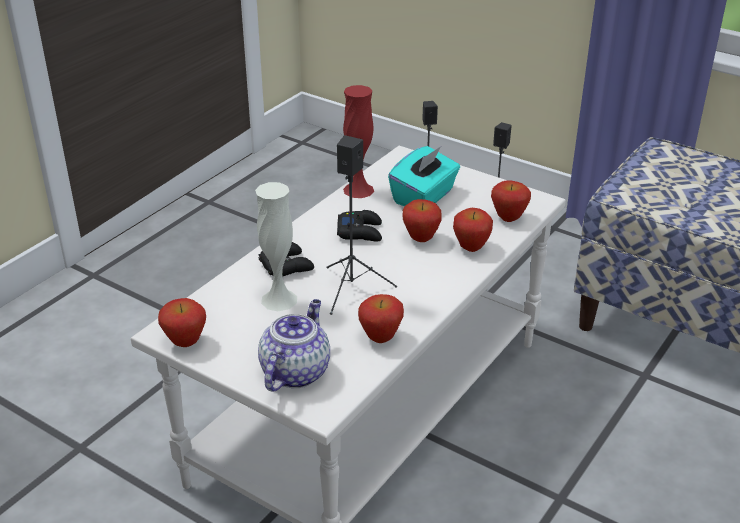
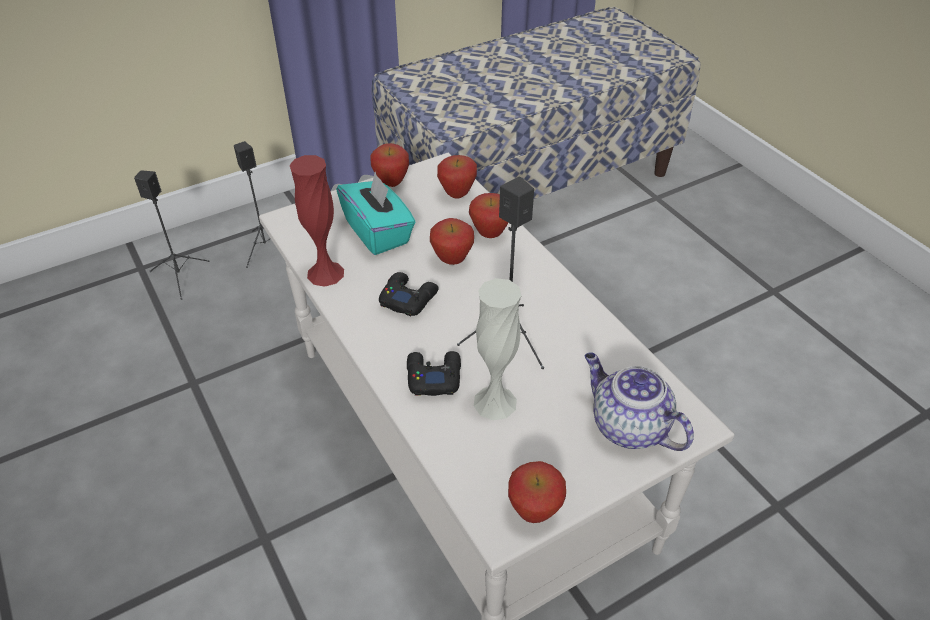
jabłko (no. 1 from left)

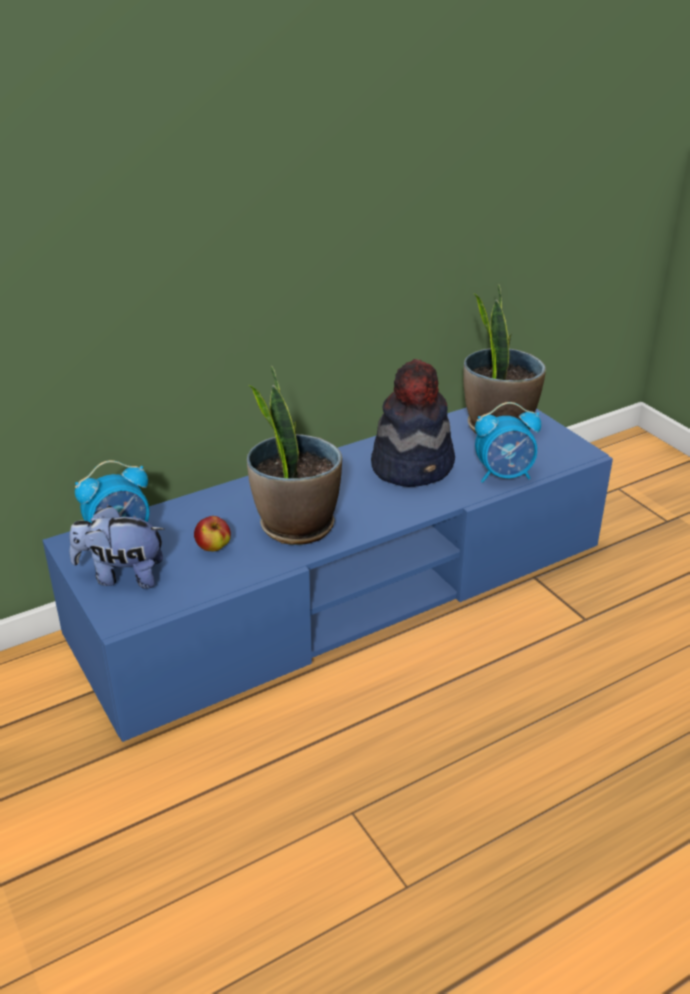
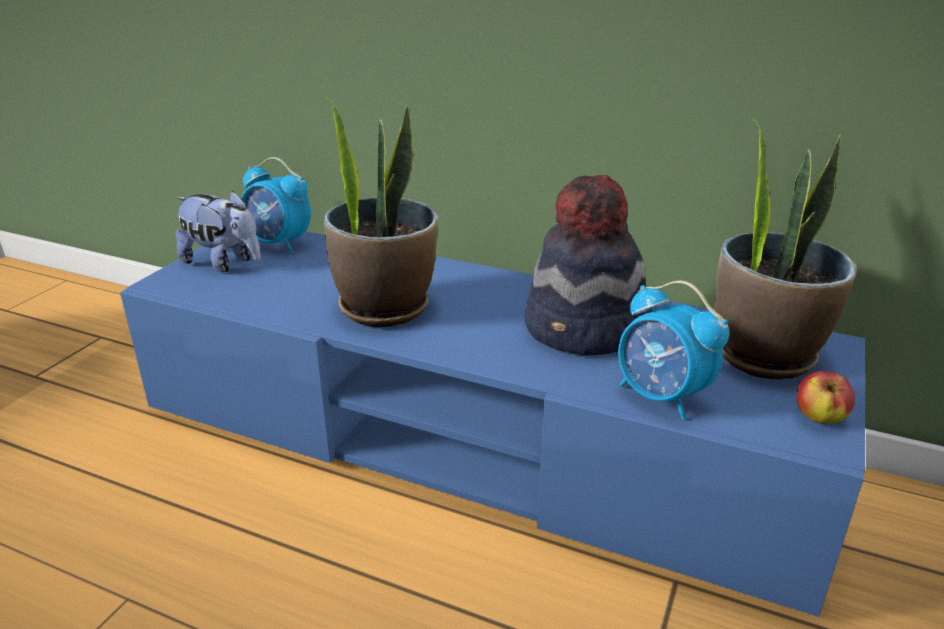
pluszak; jabłko

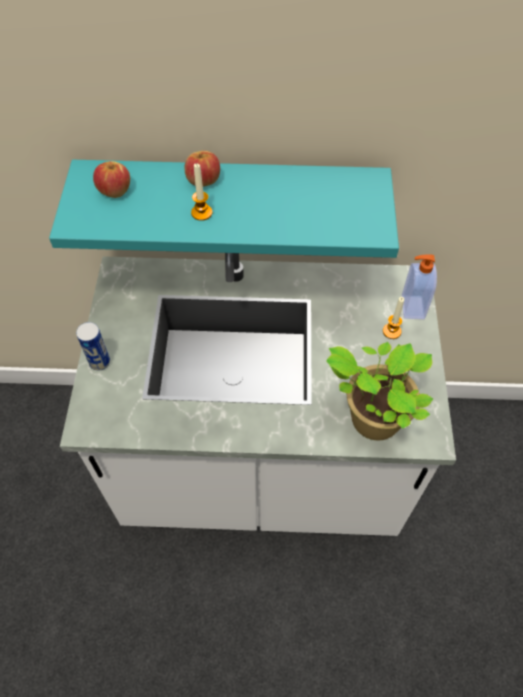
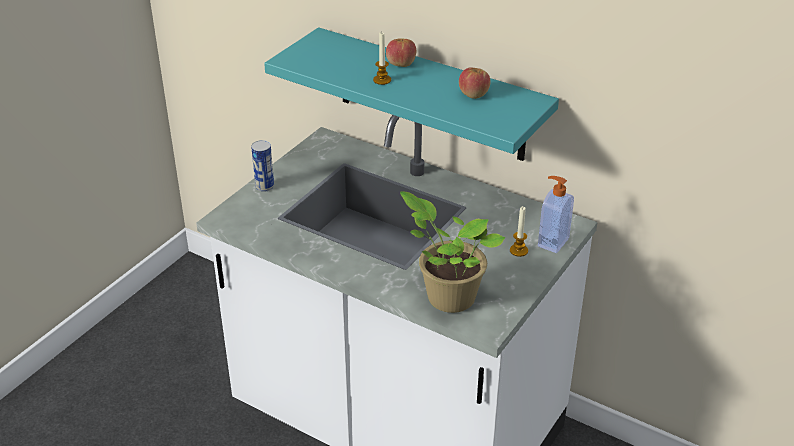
jabłko (no. 2 from left)

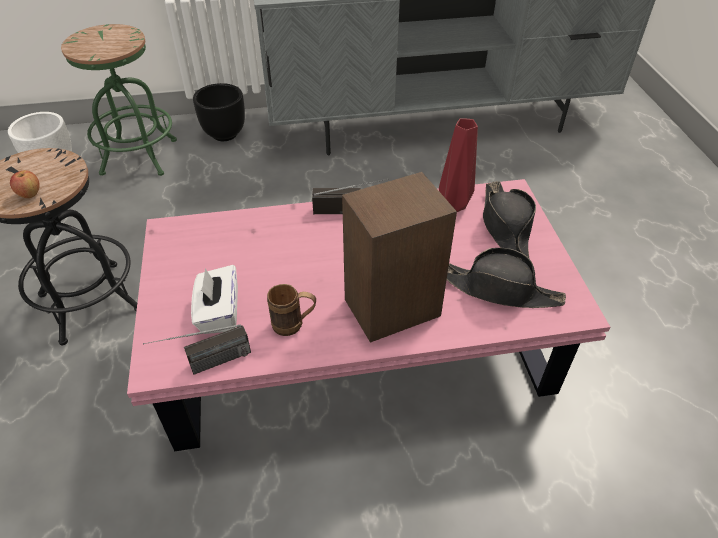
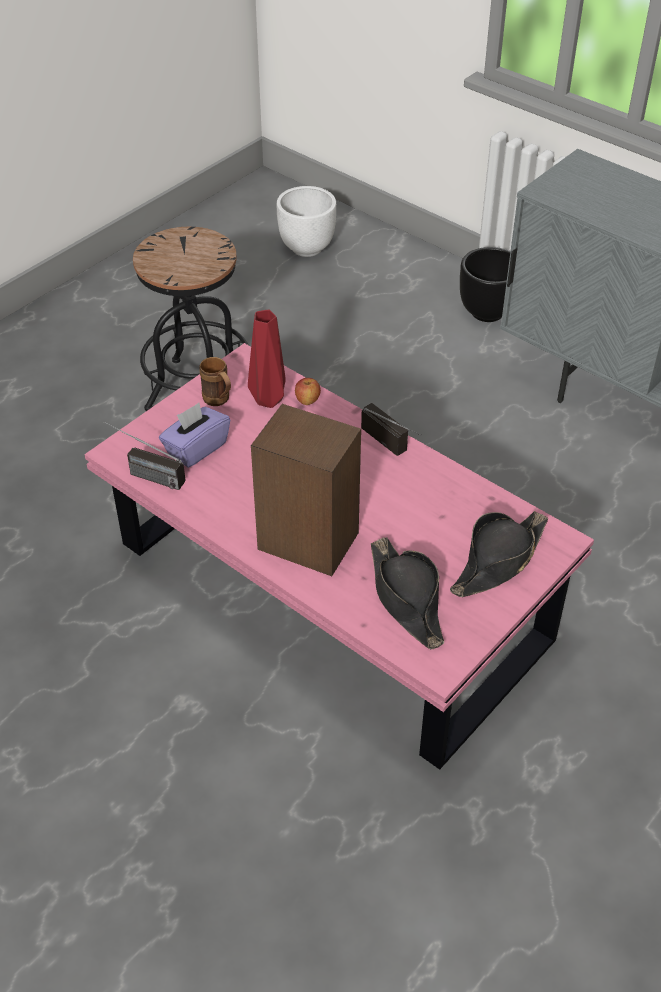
jabłko; stołek [zielony]; pudełko chusteczek [fioletowy]; kubek [brązowy]; wazon [czerwony]

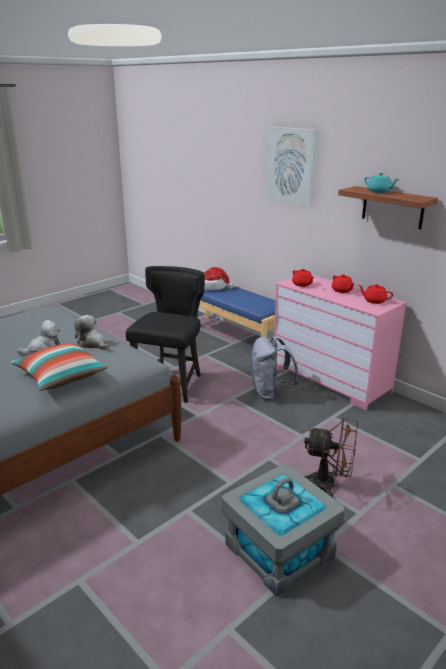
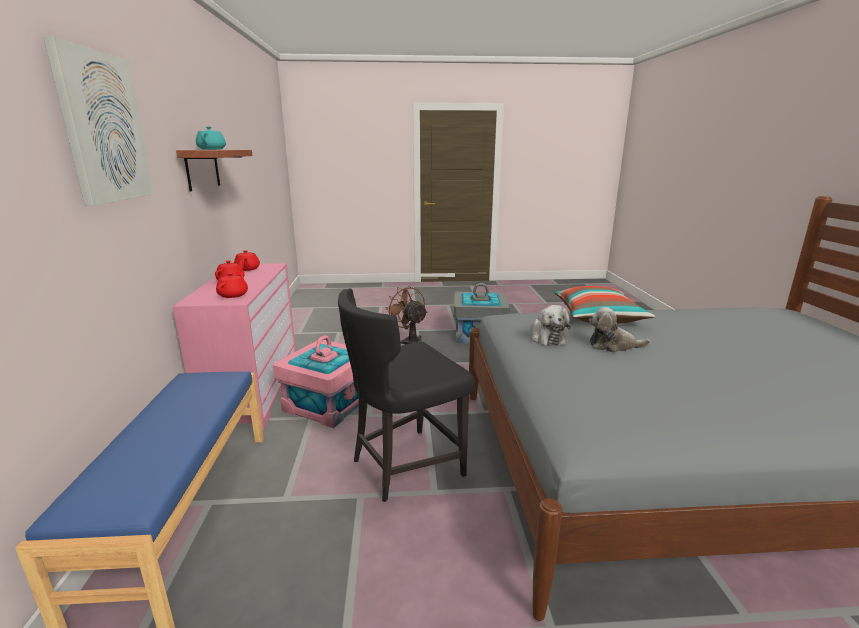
kapelusz; pojemnik do przechowywania [różowy]

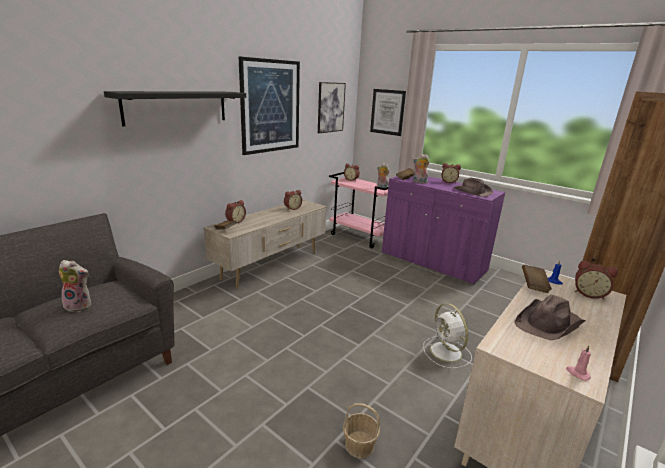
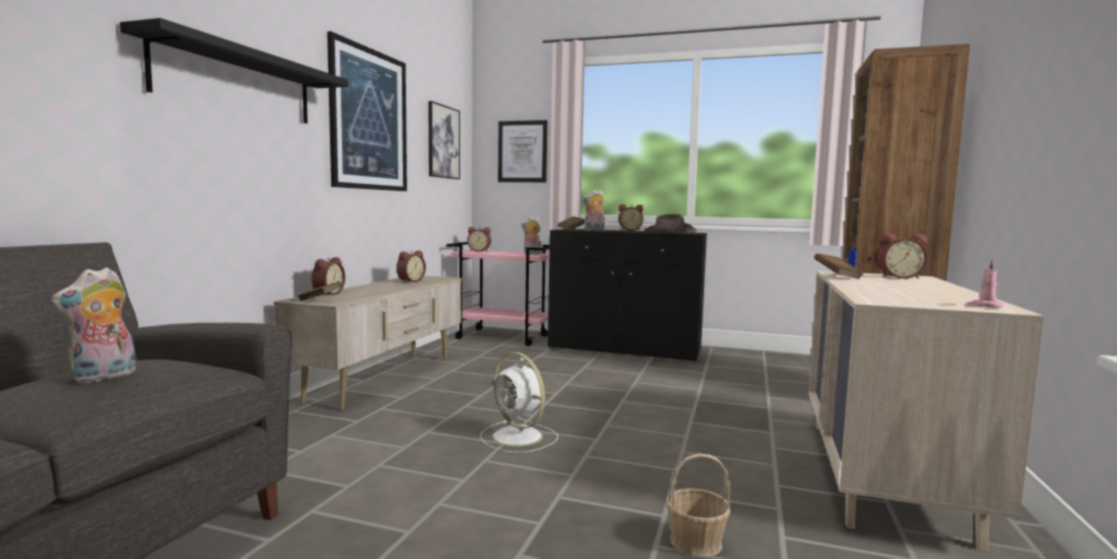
pluszak (no. 1 from left); szafka [czarny]; wentylator [biały]; kapelusz [brązowy] (no. 2 from left in the first image)

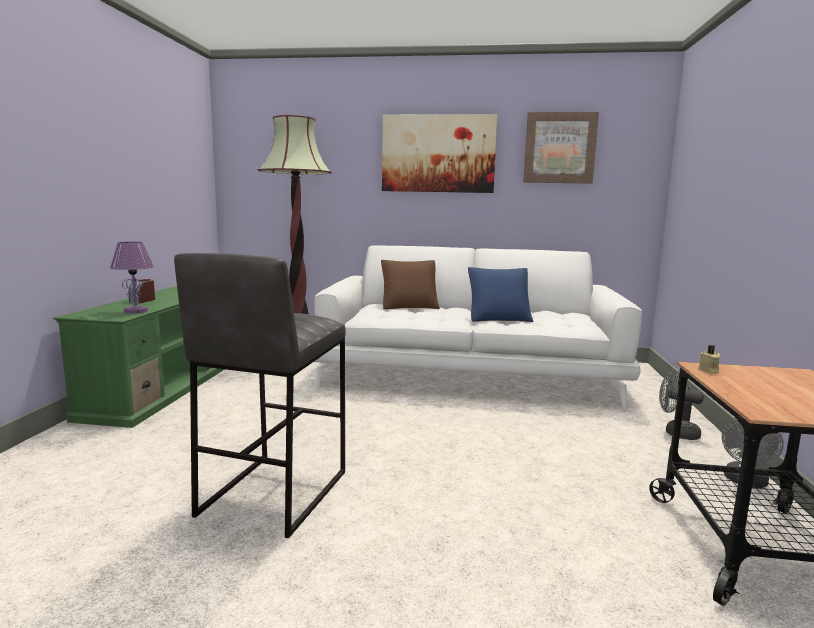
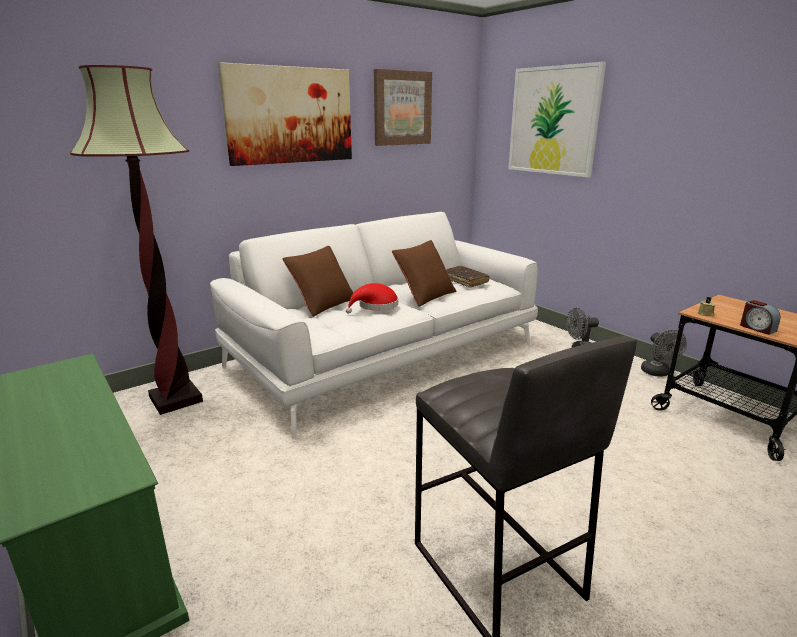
lampa stołowa [fioletowy]; budzik; poduszka [brązowy] (no. 2 from left); kapelusz [czerwony]; książka [brązowy]; obraz (no. 3 from left)

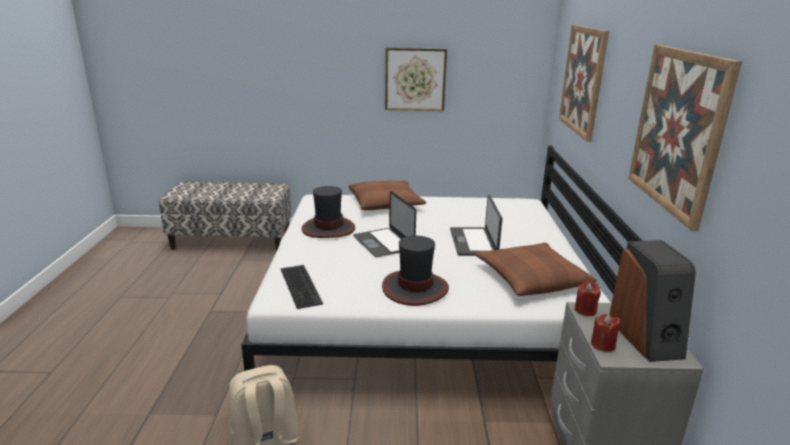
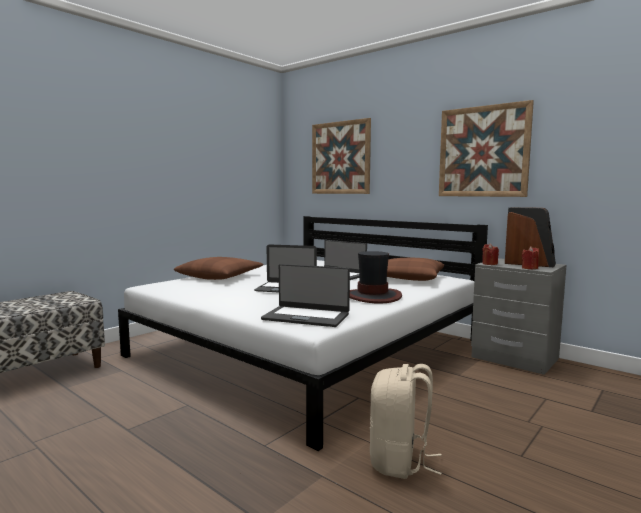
laptop (no. 2 from left); kapelusz (no. 1 from left in the first image); obraz (no. 1 from left in the first image)

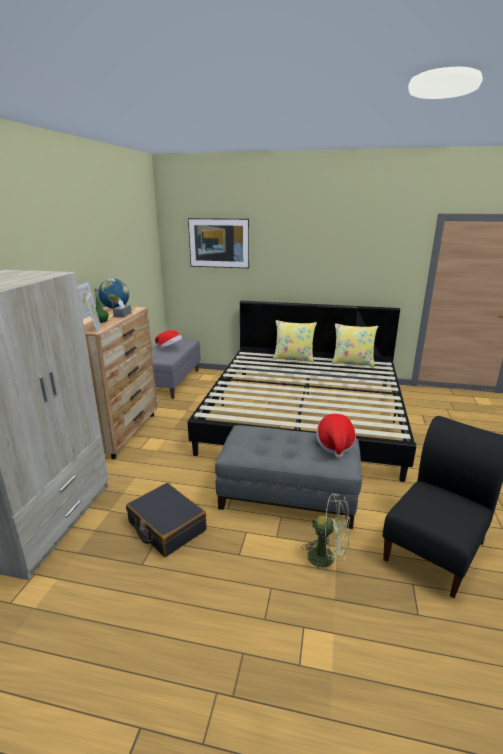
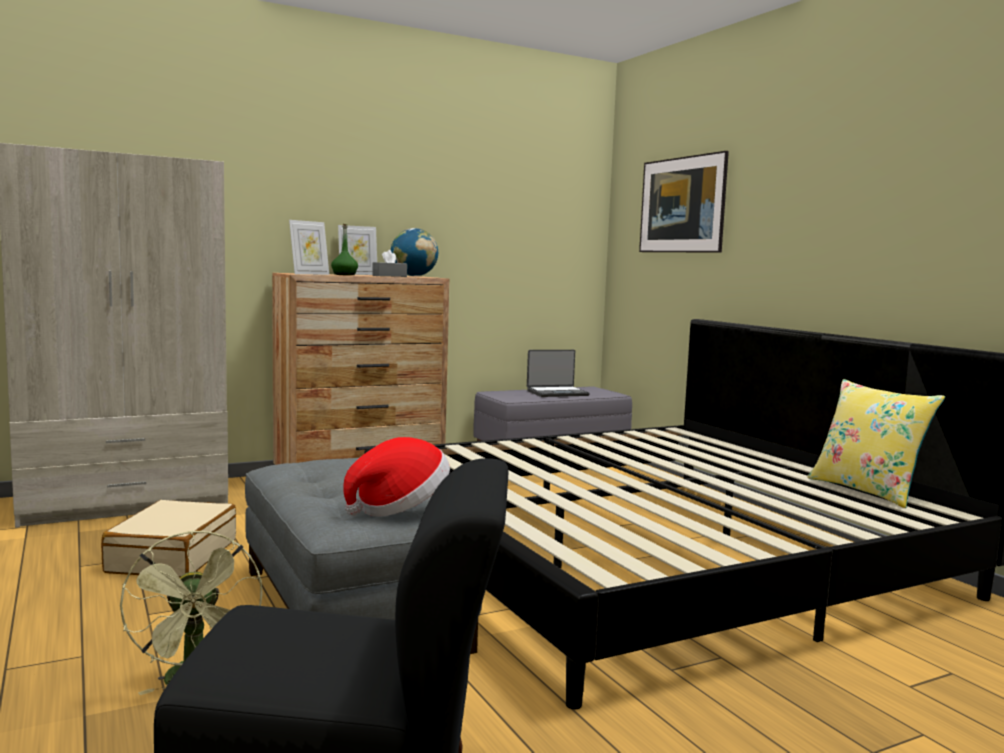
walizka [beżowy]; laptop; poduszka [żółty] (no. 1 from left in the first image)

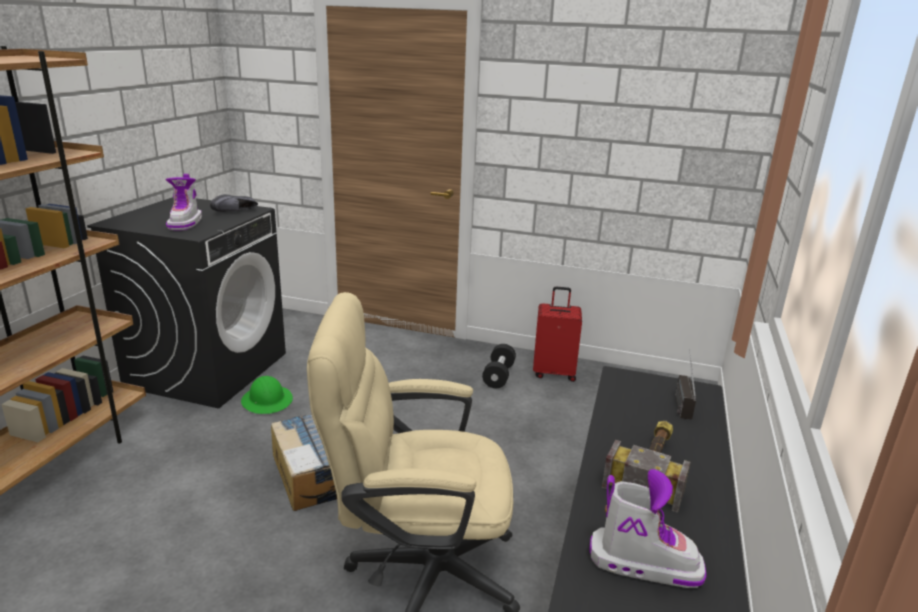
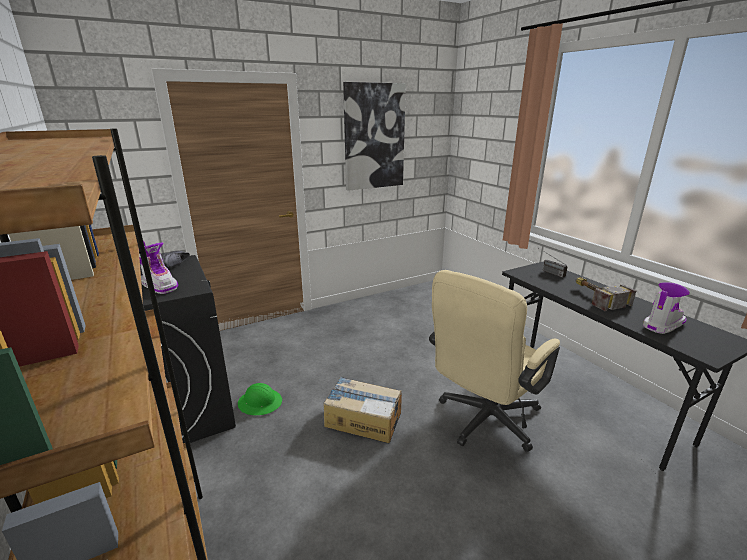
hantel [czarny]; walizka [czerwony]; obraz

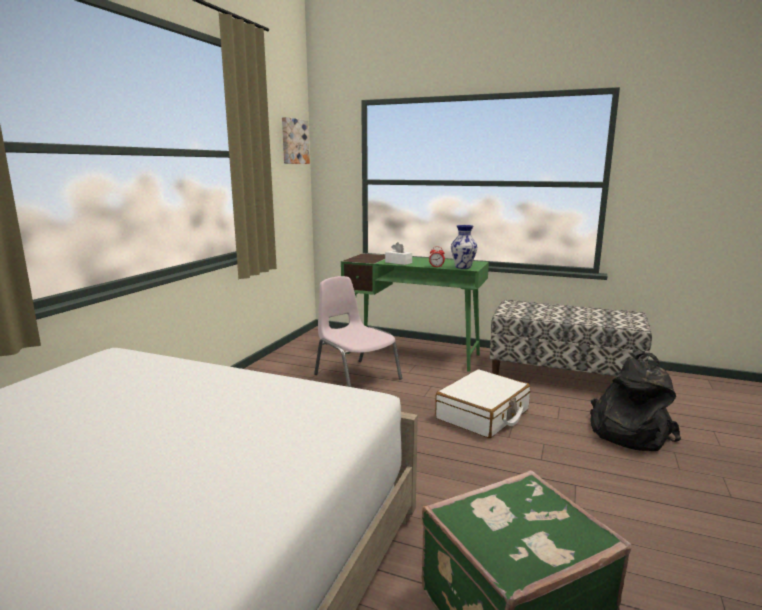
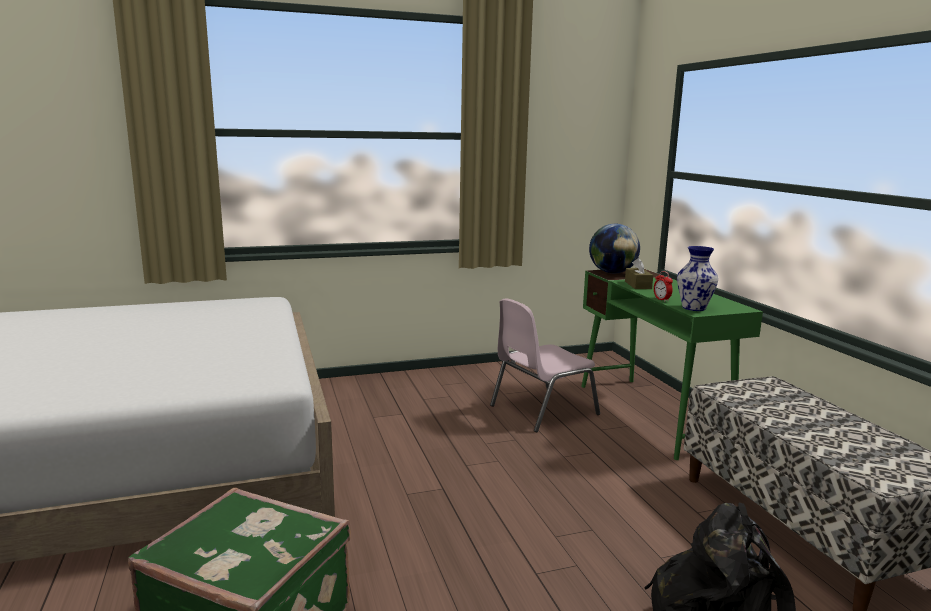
obraz; krzesło [różowy]; pudełko chusteczek [brązowy]; walizka [biały]; globus

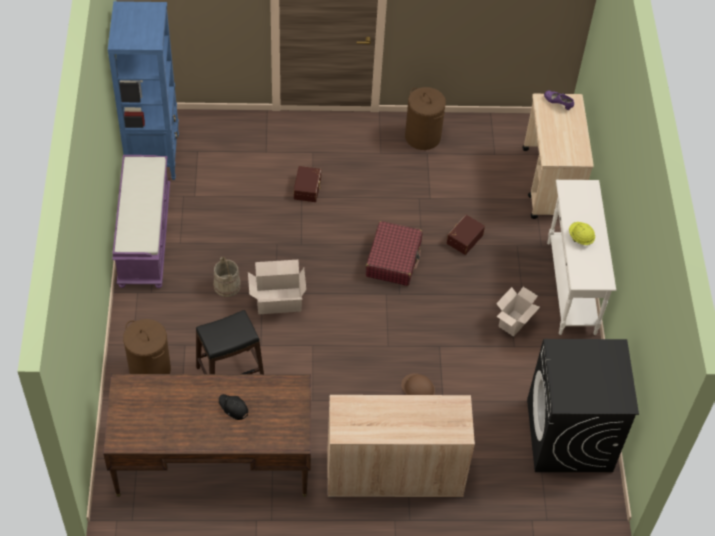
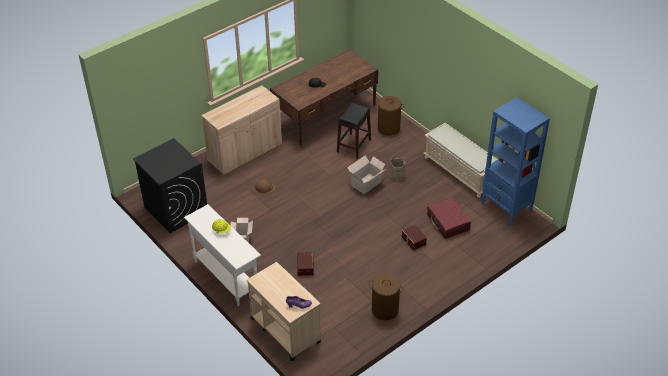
ławka [beżowy]; walizka [czerwony]

